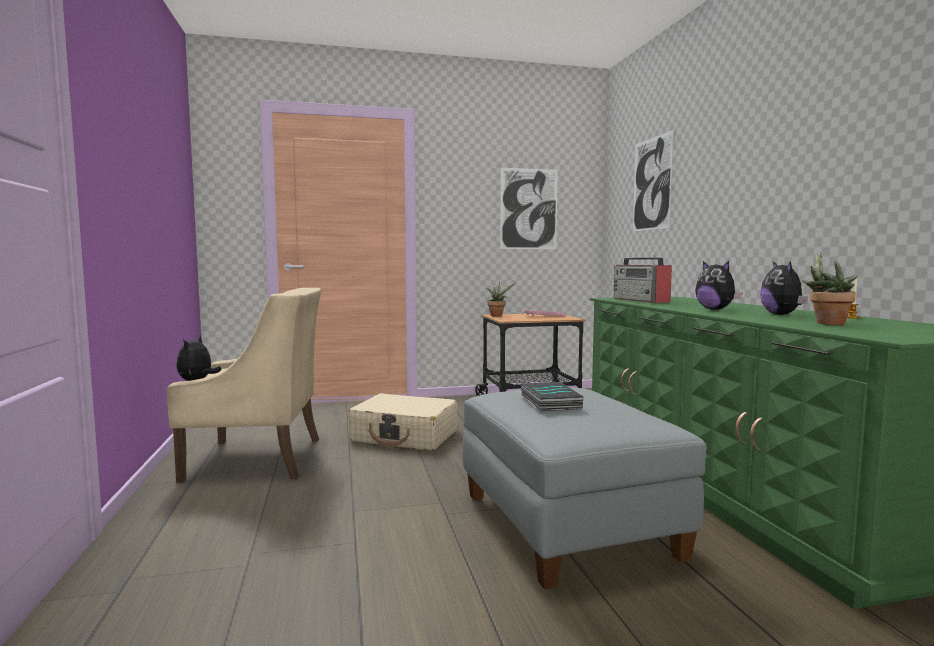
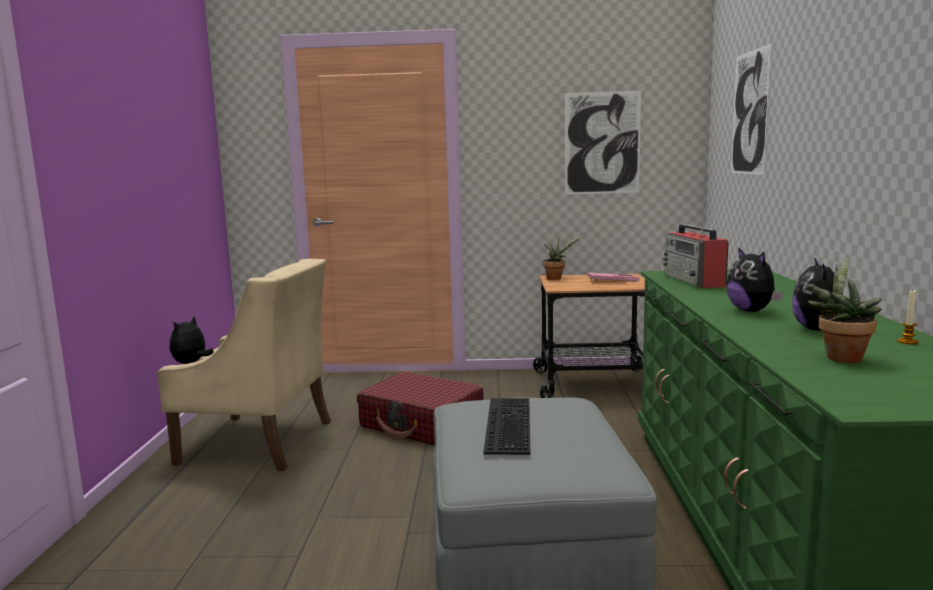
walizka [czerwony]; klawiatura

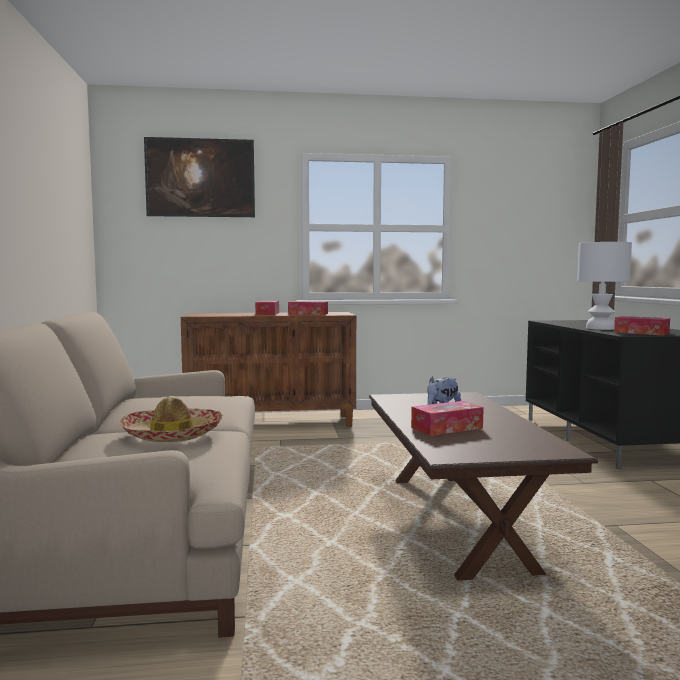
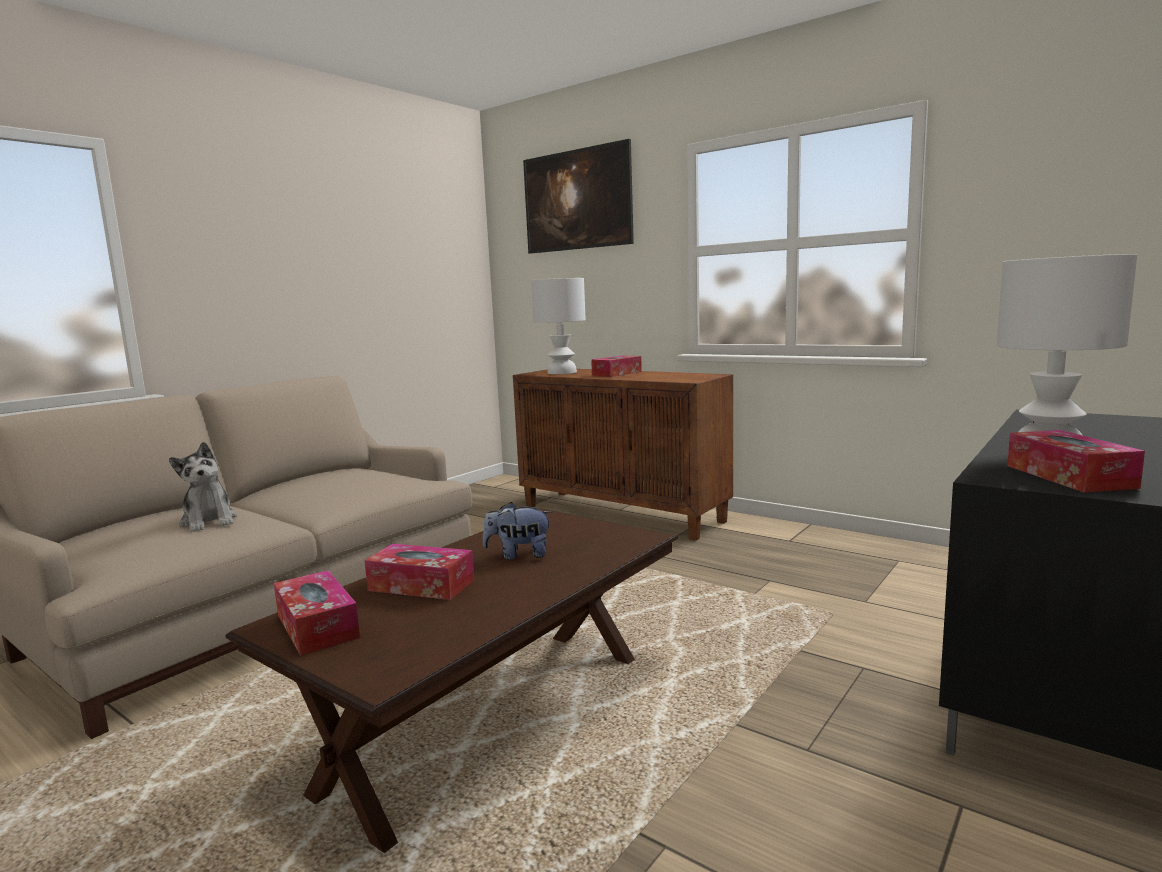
pluszak (no. 1 from left); pudełko chusteczek (no. 1 from left); lampa stołowa [biały] (no. 1 from left)

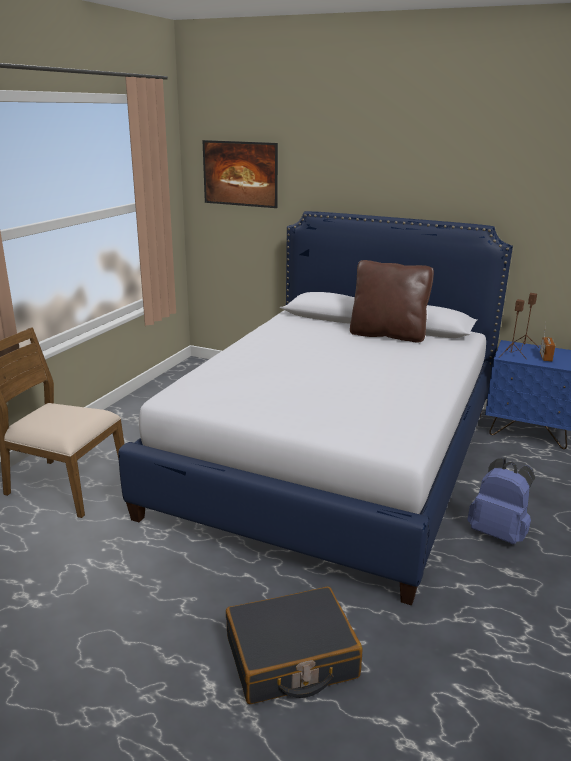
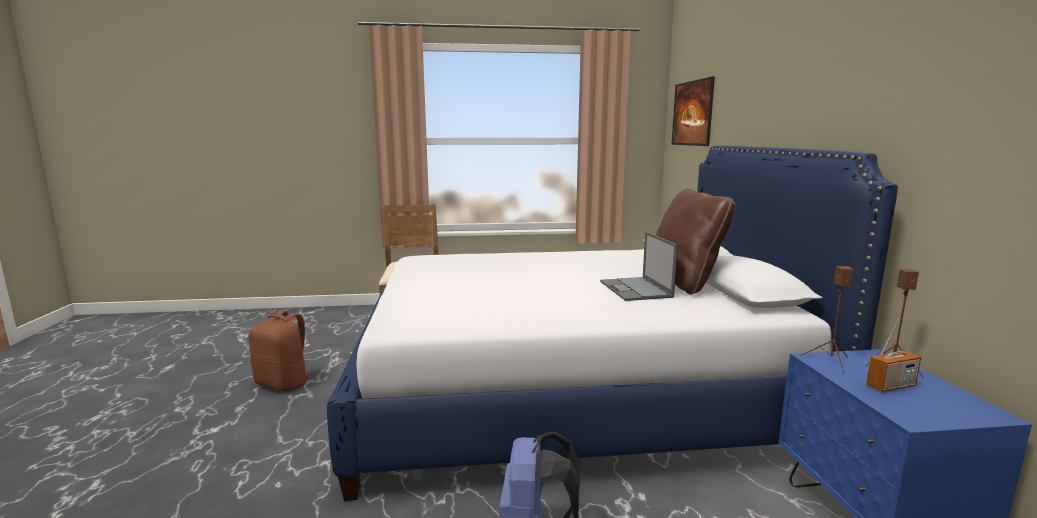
walizka [czarny]; plecak [brązowy]; laptop

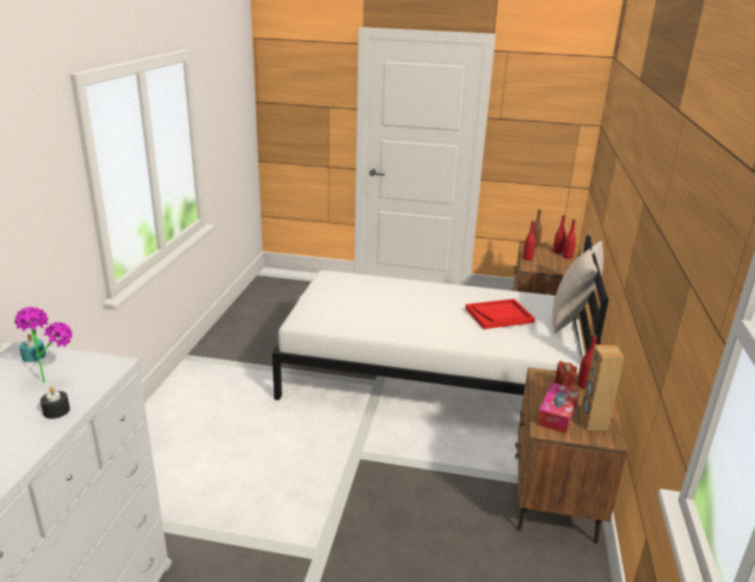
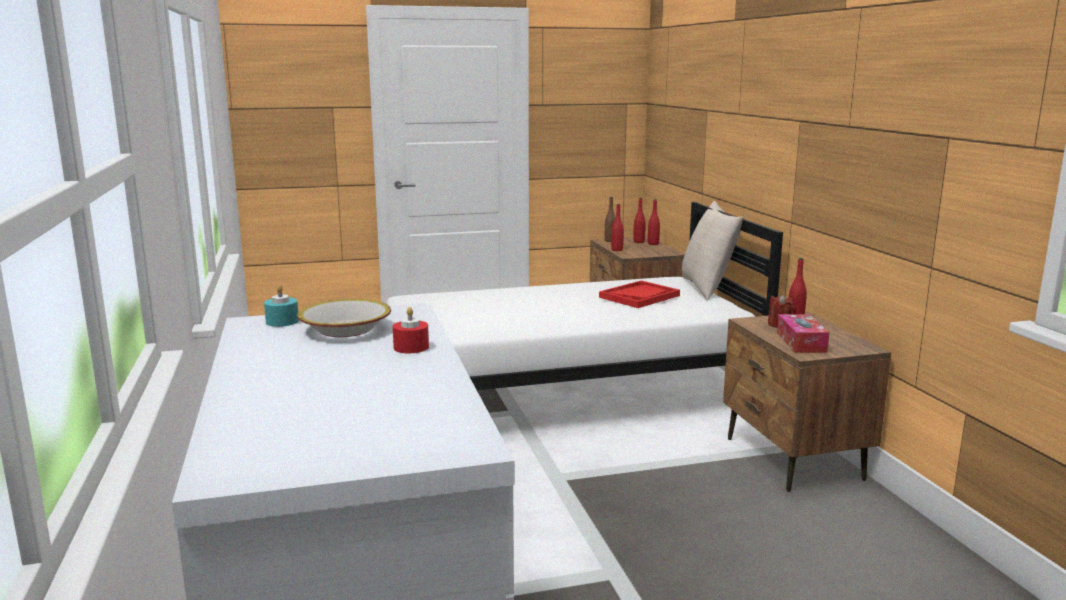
miska; świeca [czerwony] (no. 1 from left); głośnik [brązowy]

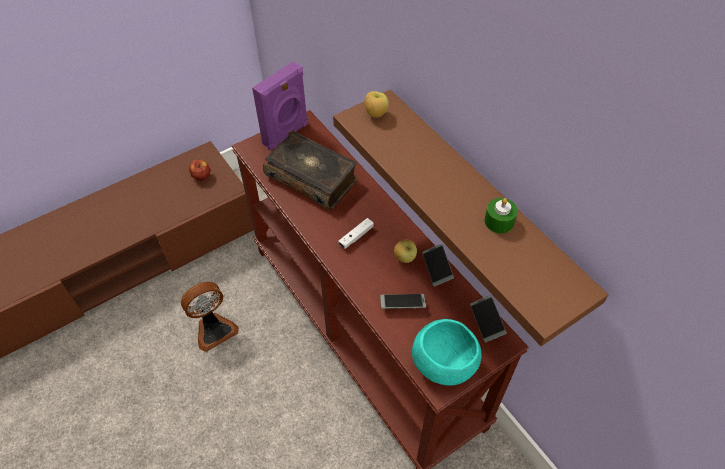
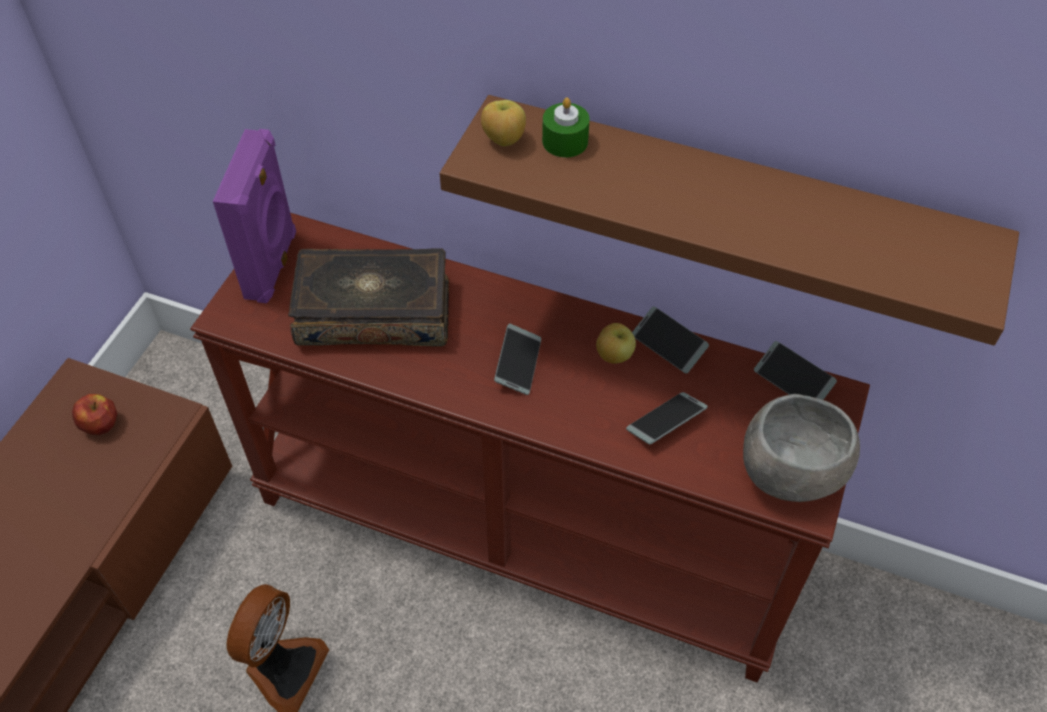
telefon (no. 1 from left); miska [szary]; świeca [zielony]

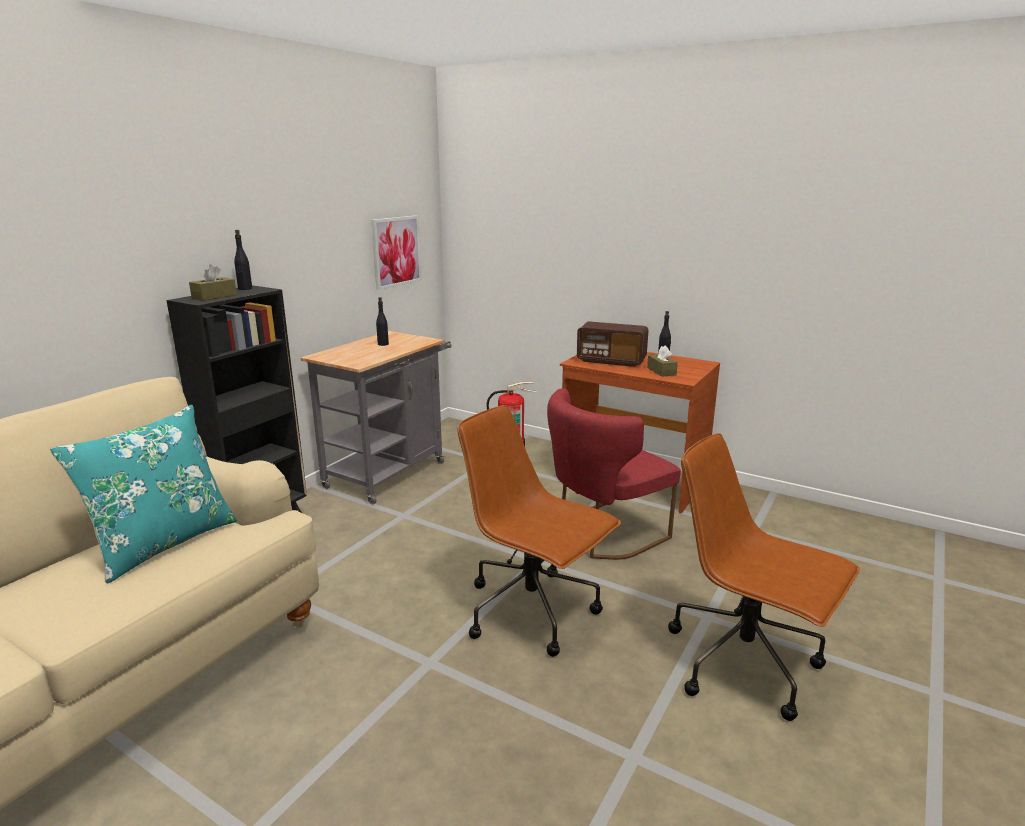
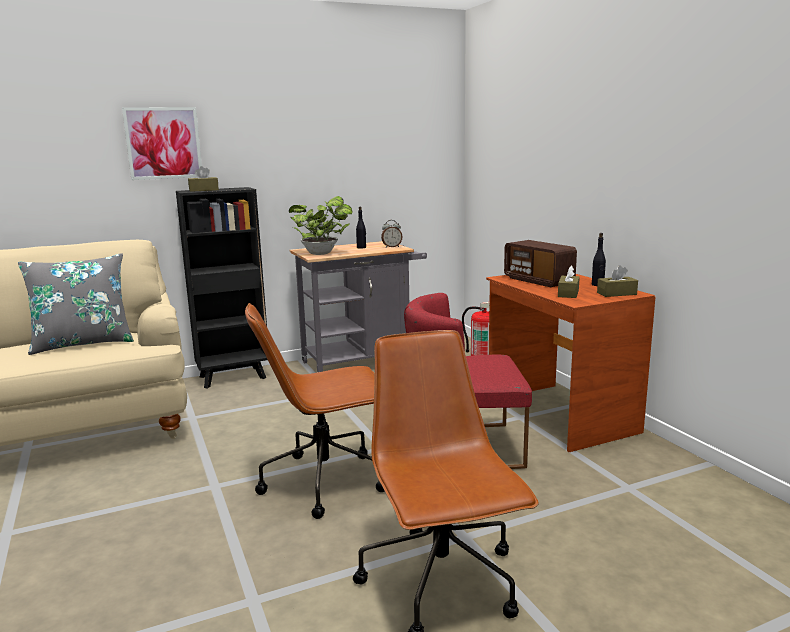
poduszka [szary]; butelka [czarny] (no. 1 from left in the first image); obraz; krzesło biurowe [brązowy] (no. 1 from left); roślina doniczkowa; budzik; pudełko chusteczek [brązowy] (no. 3 from left)

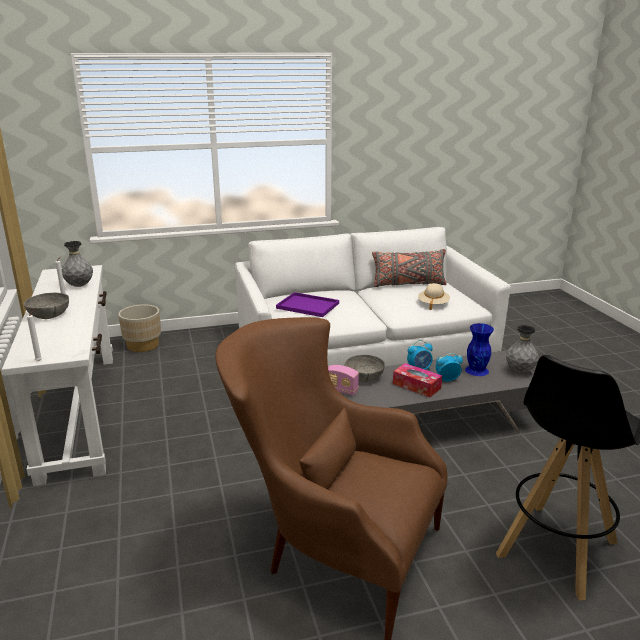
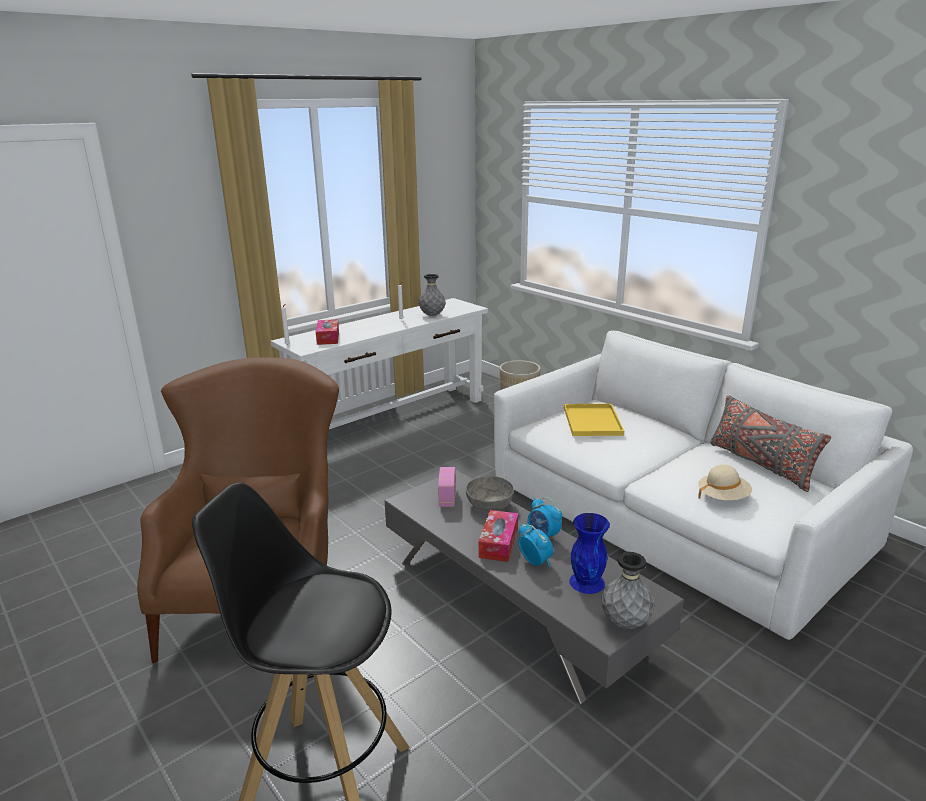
miska [szary] (no. 1 from left in the first image); taca [żółty]; pudełko chusteczek (no. 1 from left)

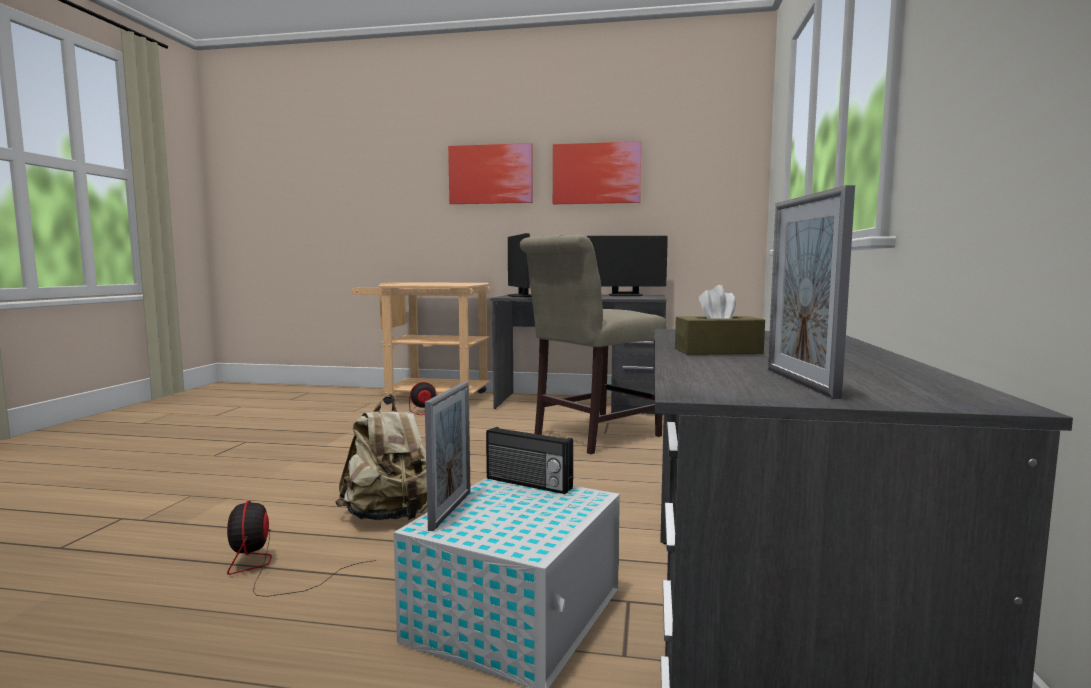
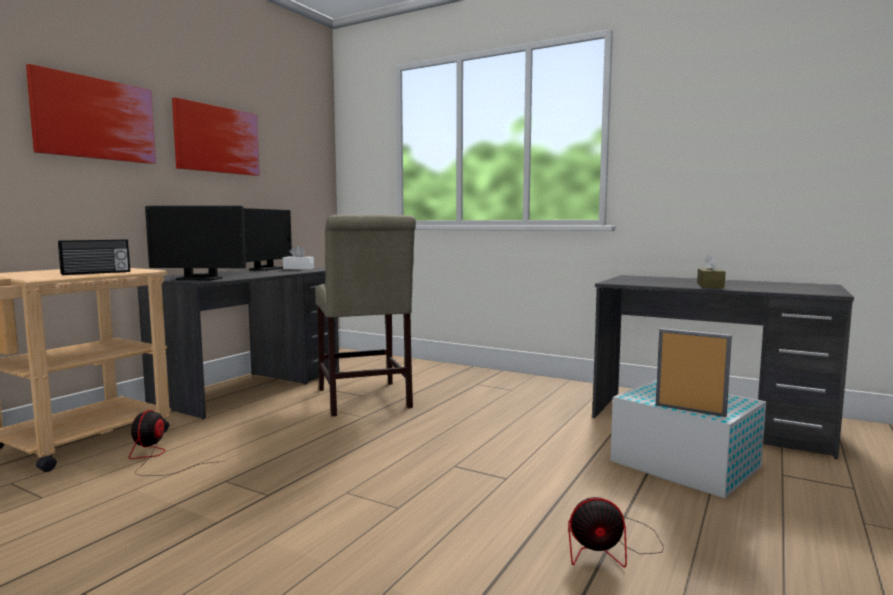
plecak [beżowy]; radio; ramka na zdjęcie (no. 2 from left in the first image); pudełko chusteczek [biały]

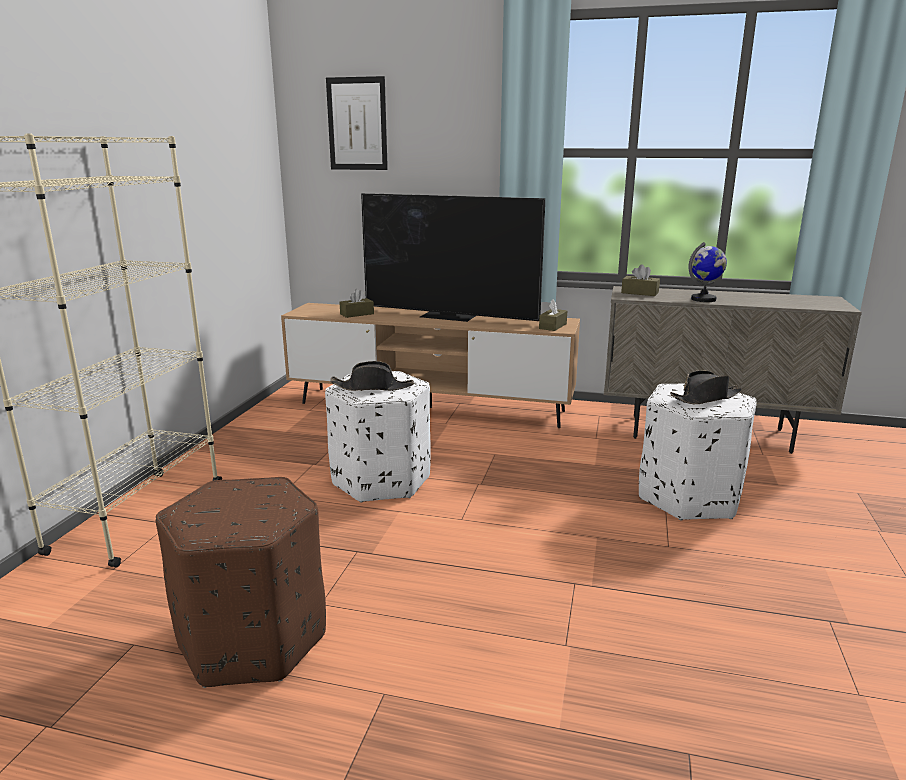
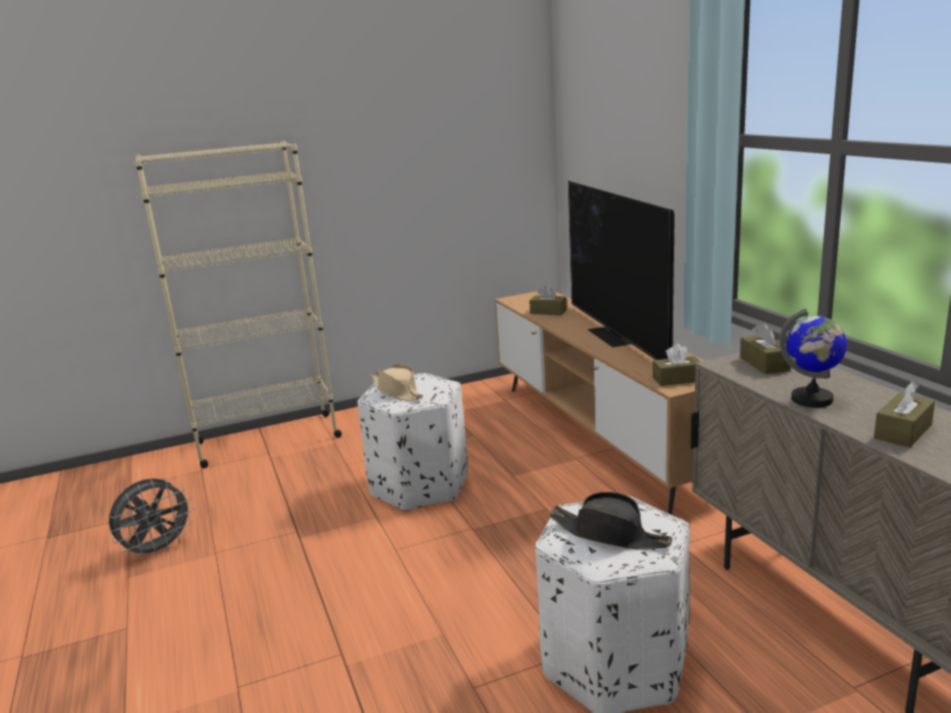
wentylator [szary]; obraz; kapelusz [beżowy]; pudełko chusteczek [brązowy] (no. 4 from left)

